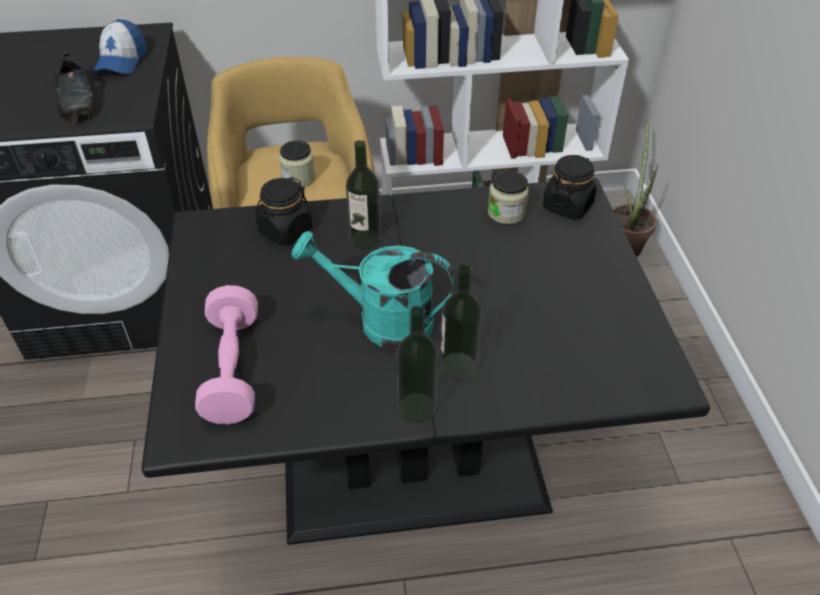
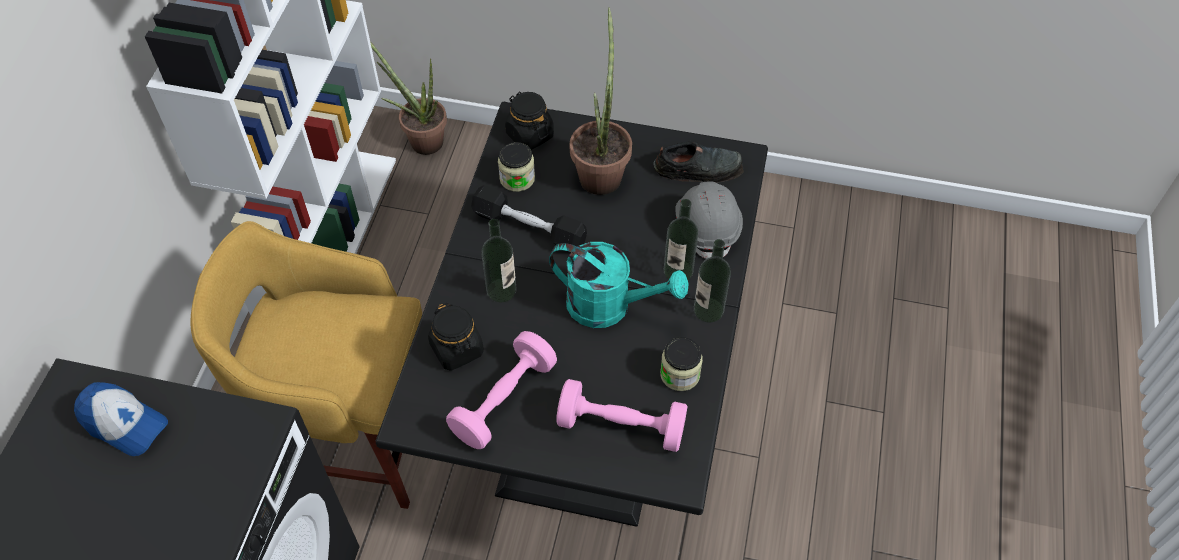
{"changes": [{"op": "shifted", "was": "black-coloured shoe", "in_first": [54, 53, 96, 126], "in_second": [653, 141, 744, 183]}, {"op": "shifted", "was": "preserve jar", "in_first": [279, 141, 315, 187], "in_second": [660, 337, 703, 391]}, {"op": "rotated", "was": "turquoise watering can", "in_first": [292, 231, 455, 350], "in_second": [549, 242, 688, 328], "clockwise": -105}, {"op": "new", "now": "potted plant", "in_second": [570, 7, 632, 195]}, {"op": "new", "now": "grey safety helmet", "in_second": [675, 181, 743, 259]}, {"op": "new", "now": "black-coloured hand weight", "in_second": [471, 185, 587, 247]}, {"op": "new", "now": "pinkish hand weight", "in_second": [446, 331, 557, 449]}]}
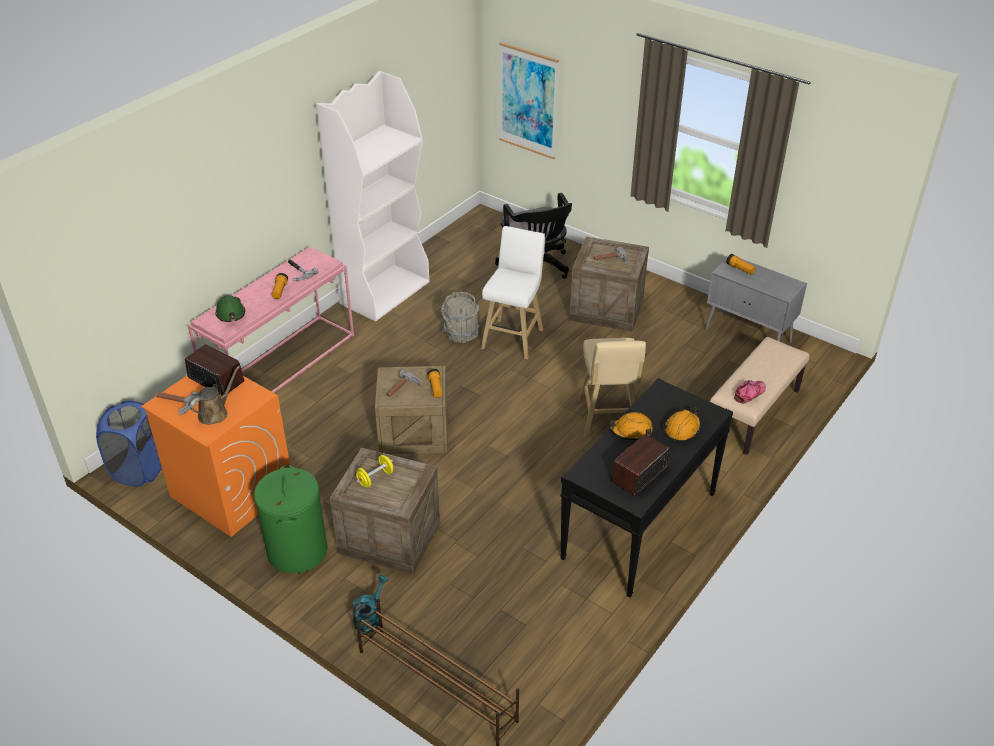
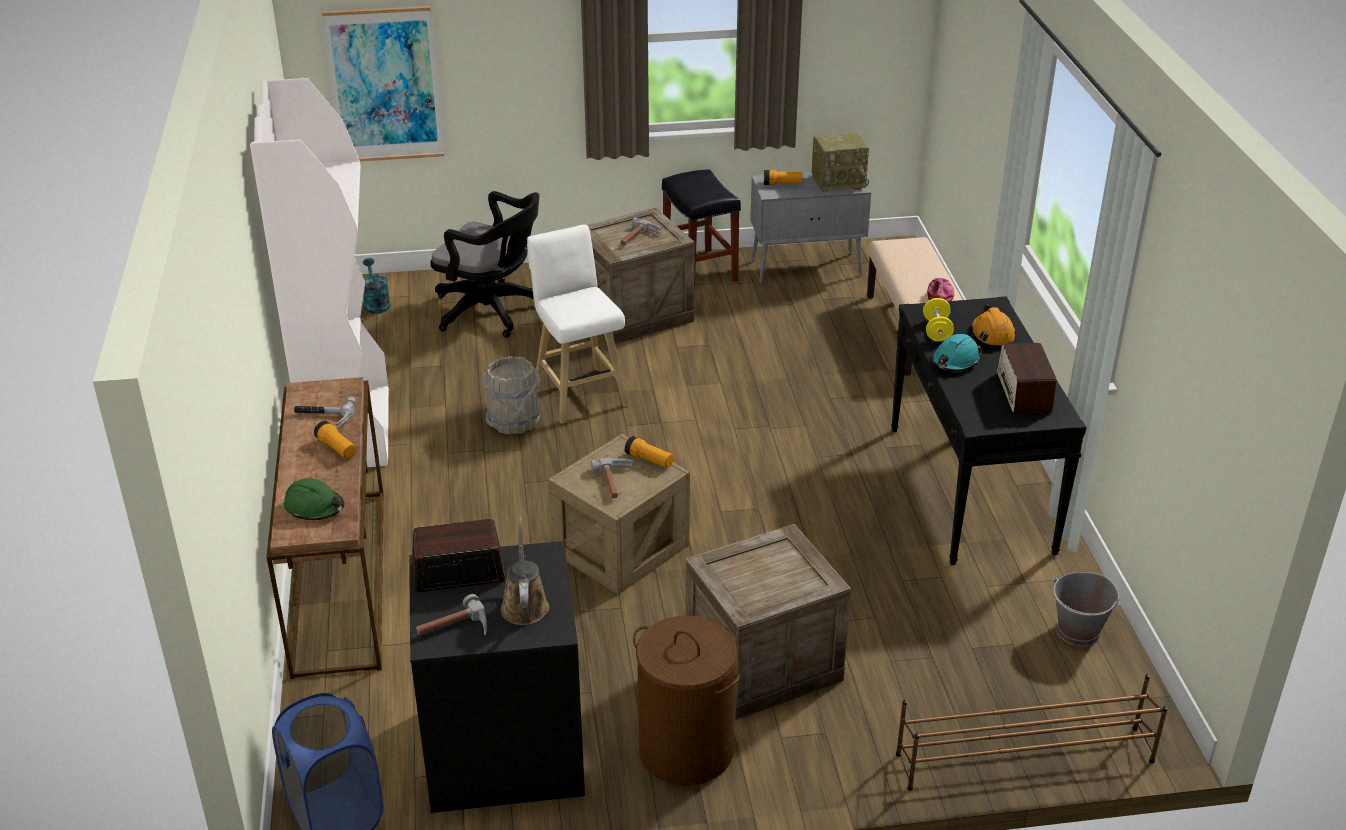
{"changes": [{"op": "repainted", "was": "pinkish hall table", "now": "brown-coloured hall table", "in_first": [188, 247, 354, 393], "in_second": [267, 377, 384, 679]}, {"op": "gone", "was": "beige stool seat", "in_first": [578, 338, 646, 437]}, {"op": "repainted", "was": "orange laundry machine", "now": "black-coloured laundry machine", "in_first": [141, 376, 291, 537], "in_second": [409, 541, 585, 813]}, {"op": "repainted", "was": "orange safety helmet", "now": "turquoise safety helmet", "in_first": [610, 412, 653, 440], "in_second": [932, 334, 982, 371]}, {"op": "shifted", "was": "yellowish hand weight", "in_first": [356, 455, 393, 488], "in_second": [923, 298, 954, 341]}, {"op": "repainted", "was": "greenish hamper", "now": "brown-coloured hamper", "in_first": [254, 465, 328, 573], "in_second": [633, 616, 740, 785]}, {"op": "shifted", "was": "turquoise watering can", "in_first": [353, 575, 388, 633], "in_second": [363, 258, 391, 314]}, {"op": "new", "now": "radio receiver", "in_second": [812, 132, 869, 192]}, {"op": "new", "now": "black-coloured stool seat", "in_second": [662, 170, 741, 290]}, {"op": "new", "now": "grey pail", "in_second": [1052, 572, 1120, 647]}]}
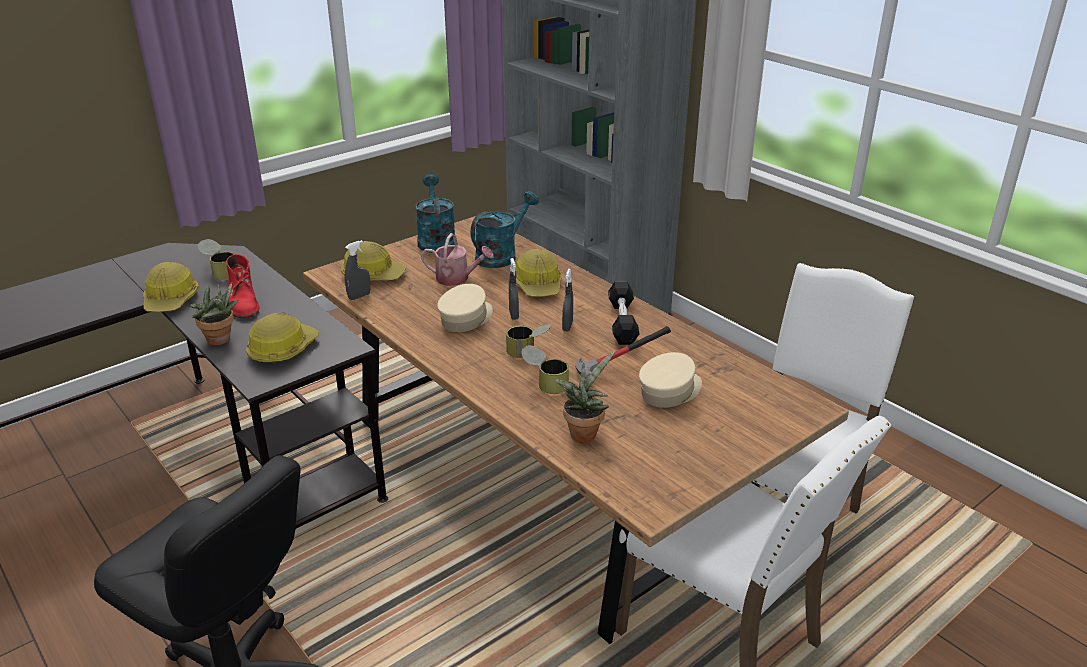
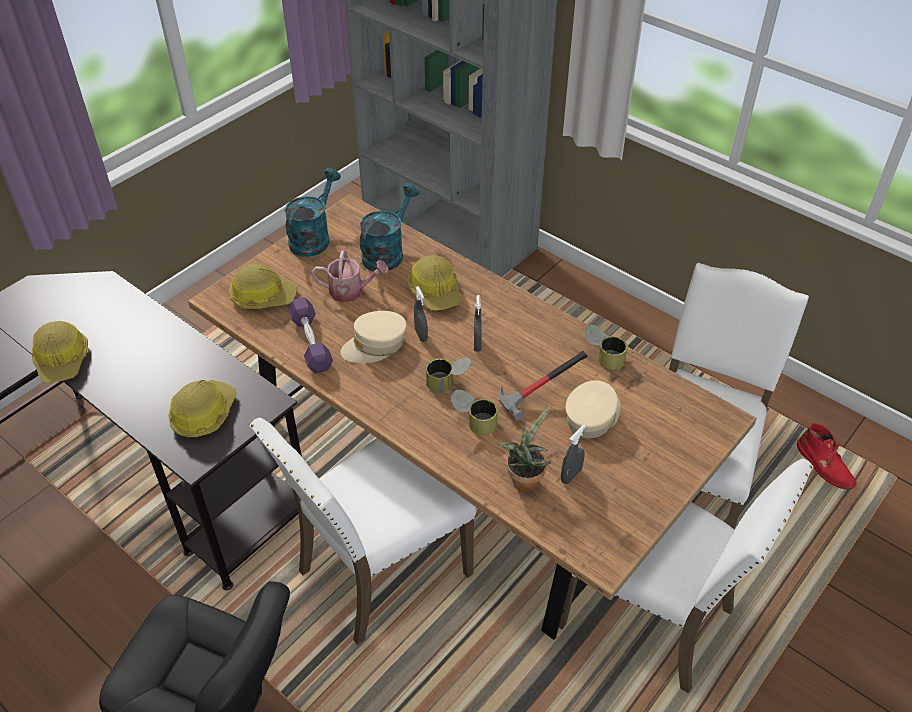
{"changes": [{"op": "rotated", "was": "turquoise watering can", "in_first": [415, 174, 455, 253], "in_second": [284, 168, 341, 257], "clockwise": 45}, {"op": "shifted", "was": "metal can", "in_first": [198, 239, 234, 280], "in_second": [584, 325, 628, 370]}, {"op": "shifted", "was": "grey sprayer", "in_first": [345, 240, 370, 300], "in_second": [561, 425, 586, 484]}, {"op": "shifted", "was": "reddish boot", "in_first": [226, 254, 259, 318], "in_second": [797, 423, 857, 489]}, {"op": "gone", "was": "black-coloured hand weight", "in_first": [608, 281, 640, 345]}, {"op": "gone", "was": "potted plant", "in_first": [190, 282, 239, 345]}, {"op": "rotated", "was": "beige cap", "in_first": [437, 284, 493, 332], "in_second": [340, 311, 407, 363], "clockwise": -135}, {"op": "new", "now": "purplish hand weight", "in_second": [288, 297, 333, 374]}, {"op": "new", "now": "whitish upright chair", "in_second": [249, 418, 477, 645]}]}
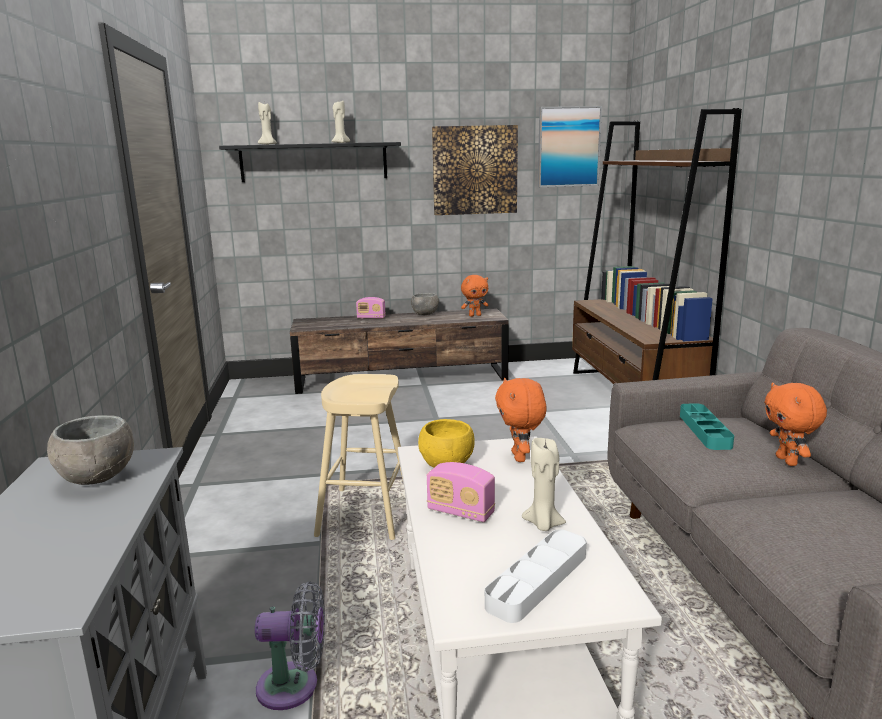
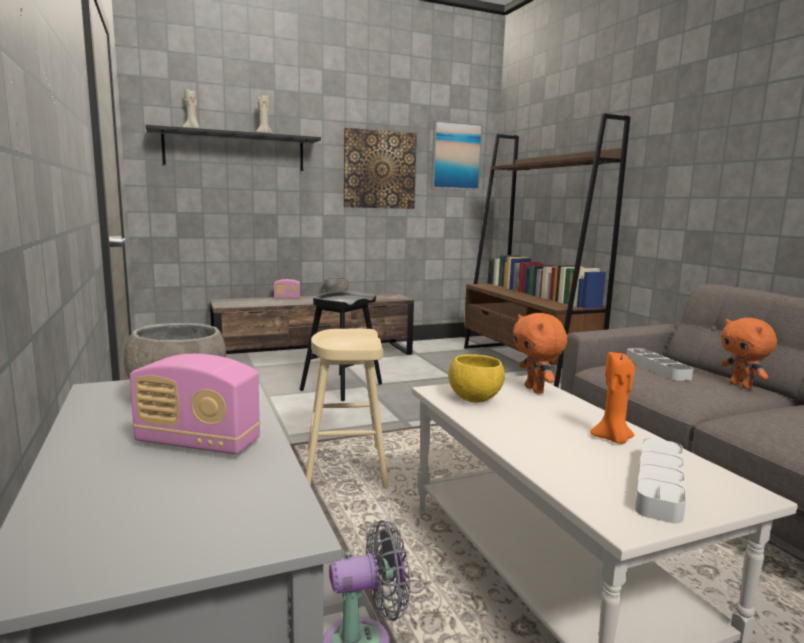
{"changes": [{"op": "gone", "was": "orange cuddly toy", "in_first": [461, 275, 489, 317]}, {"op": "repainted", "was": "turquoise serving tray", "now": "grey serving tray", "in_first": [680, 404, 734, 450], "in_second": [627, 348, 693, 381]}, {"op": "repainted", "was": "beige wax candle", "now": "orange wax candle", "in_first": [522, 438, 566, 531], "in_second": [590, 351, 635, 444]}, {"op": "shifted", "was": "radio receiver", "in_first": [427, 462, 495, 522], "in_second": [130, 354, 261, 455]}, {"op": "new", "now": "black-coloured stool seat", "in_second": [300, 291, 382, 401]}]}
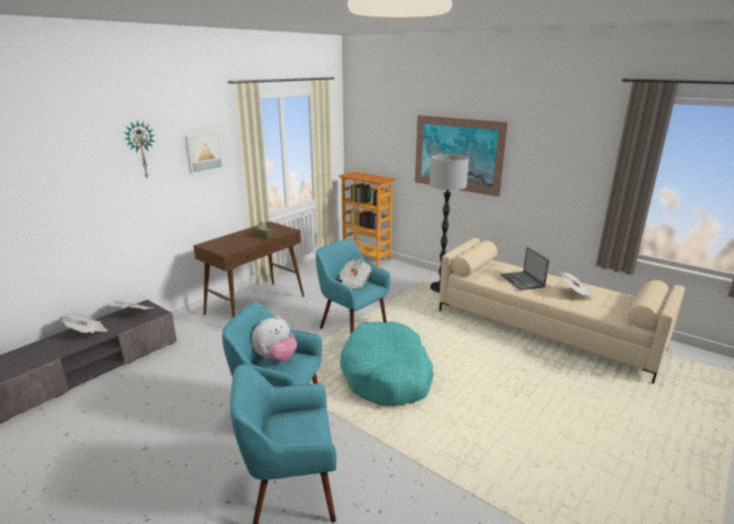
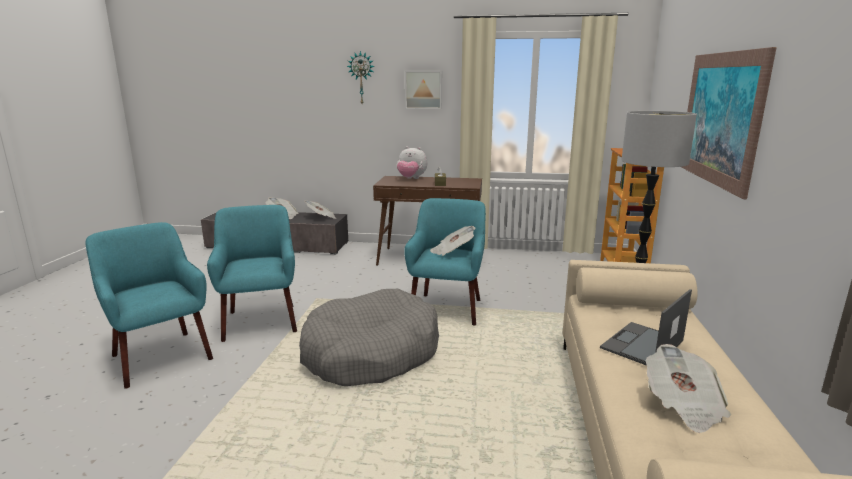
{"changes": [{"op": "shifted", "was": "cuddly toy", "in_first": [252, 315, 297, 362], "in_second": [397, 146, 427, 179]}, {"op": "repainted", "was": "turquoise dog cushion", "now": "grey dog cushion", "in_first": [340, 321, 434, 406], "in_second": [299, 289, 439, 386]}]}
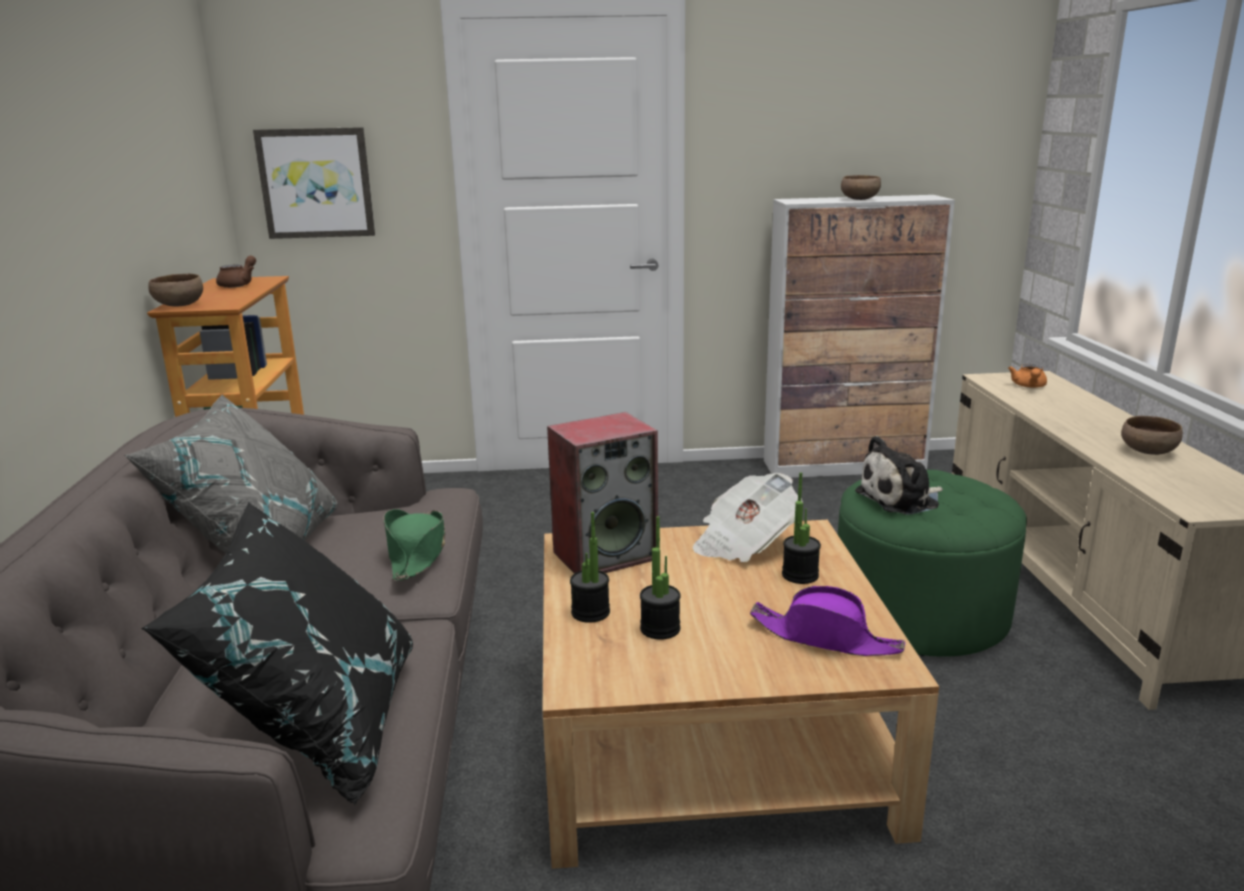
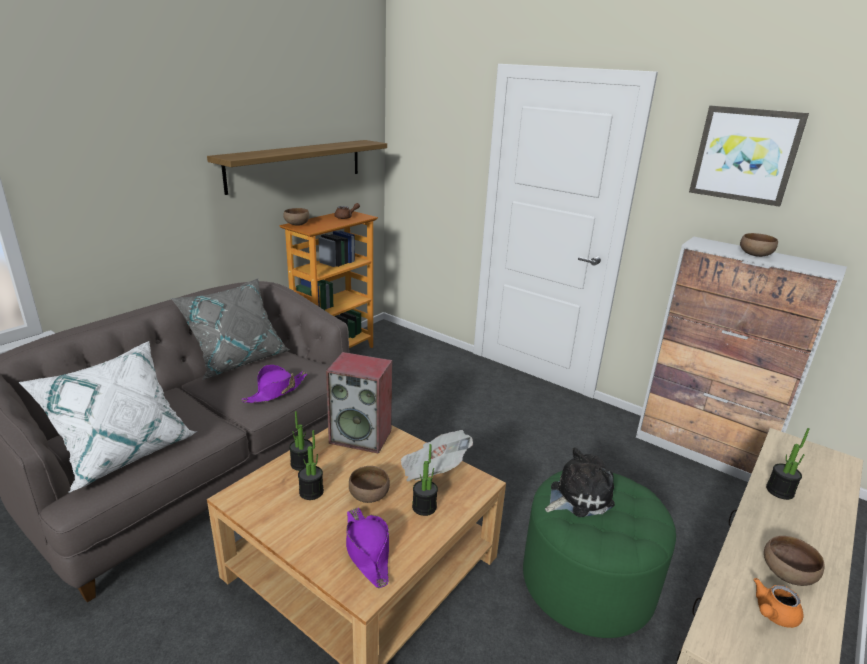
{"changes": [{"op": "shifted", "was": "wall picture", "in_first": [253, 127, 375, 239], "in_second": [689, 106, 809, 207]}, {"op": "shifted", "was": "orange pot for tea", "in_first": [1008, 364, 1047, 388], "in_second": [754, 578, 803, 628]}, {"op": "rotated", "was": "cuddly toy", "in_first": [855, 436, 943, 515], "in_second": [545, 447, 615, 517], "clockwise": 135}, {"op": "repainted", "was": "black-coloured throw pillow", "now": "whitish throw pillow", "in_first": [142, 502, 413, 805], "in_second": [19, 341, 196, 493]}, {"op": "repainted", "was": "greenish clothing hat", "now": "purplish clothing hat", "in_first": [383, 509, 445, 581], "in_second": [242, 365, 308, 403]}, {"op": "new", "now": "shelf", "in_second": [207, 140, 387, 195]}, {"op": "new", "now": "potted plant", "in_second": [766, 428, 809, 500]}, {"op": "new", "now": "brown-coloured bowl", "in_second": [349, 466, 390, 503]}]}
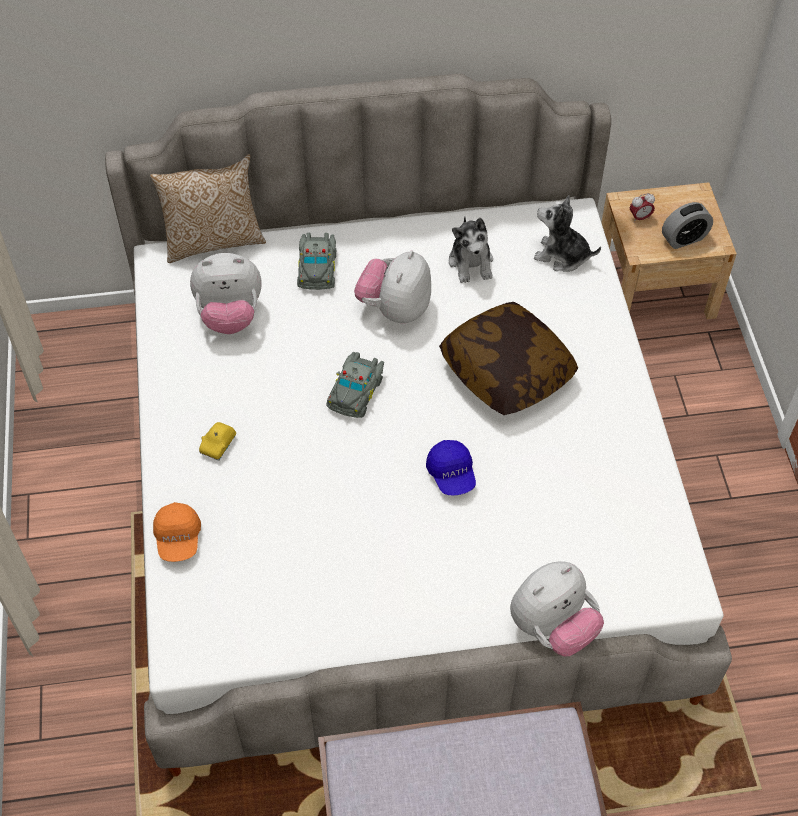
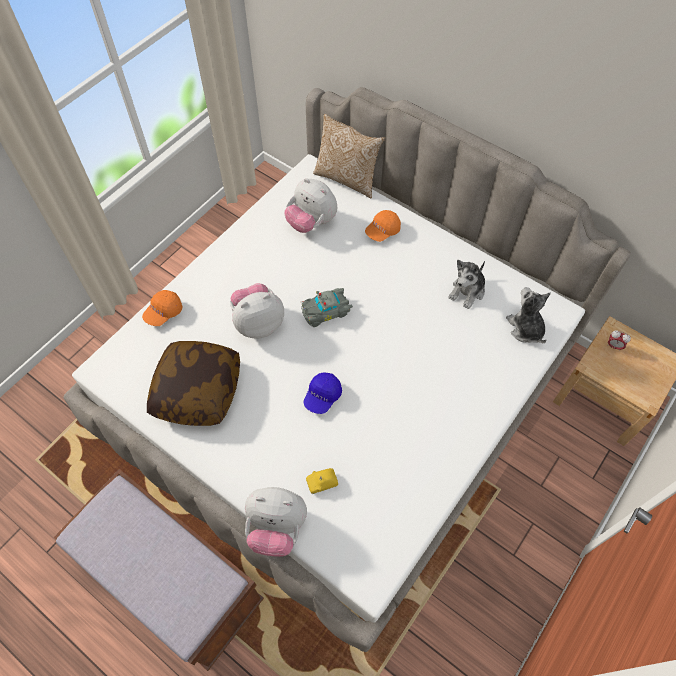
{"changes": [{"op": "gone", "was": "bedside clock", "in_first": [662, 202, 713, 249]}, {"op": "swapped", "was": "grey miniature car", "now": "orange cap", "in_first": [297, 233, 336, 290], "in_second": [365, 210, 401, 242]}, {"op": "shifted", "was": "cuddly toy", "in_first": [354, 251, 431, 323], "in_second": [230, 283, 284, 338]}, {"op": "shifted", "was": "throw pillow", "in_first": [439, 302, 578, 415], "in_second": [147, 341, 240, 426]}, {"op": "shifted", "was": "yellowish miniature car", "in_first": [199, 422, 236, 461], "in_second": [306, 468, 338, 494]}]}
